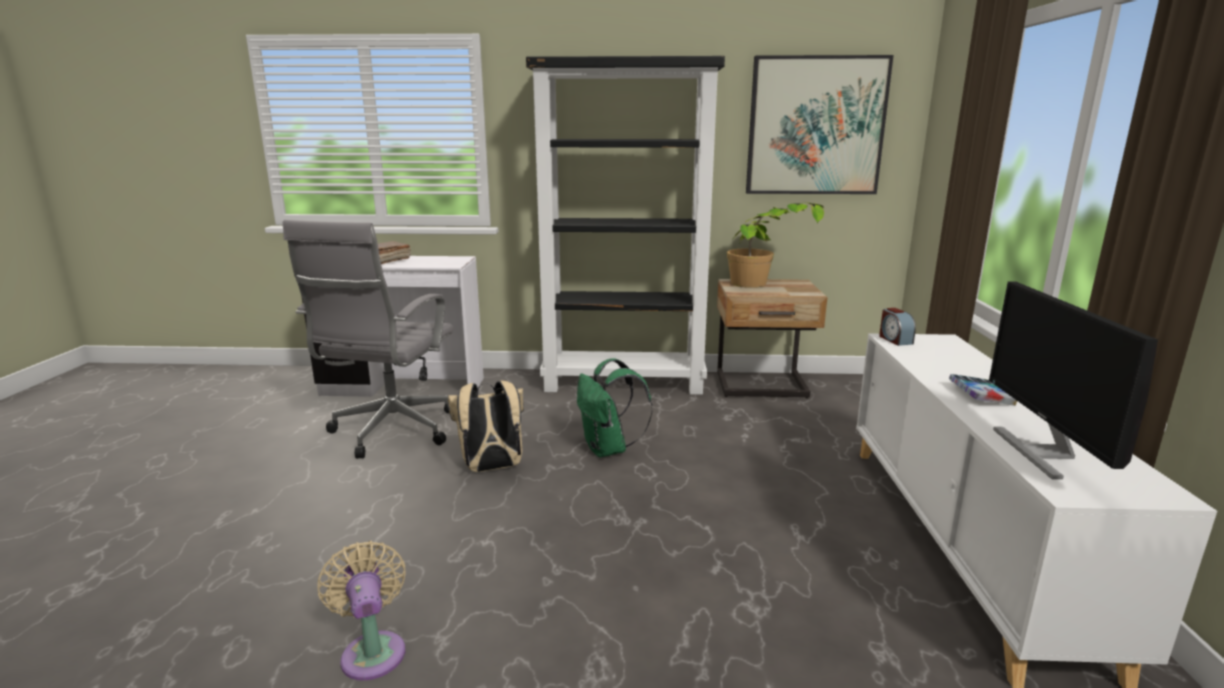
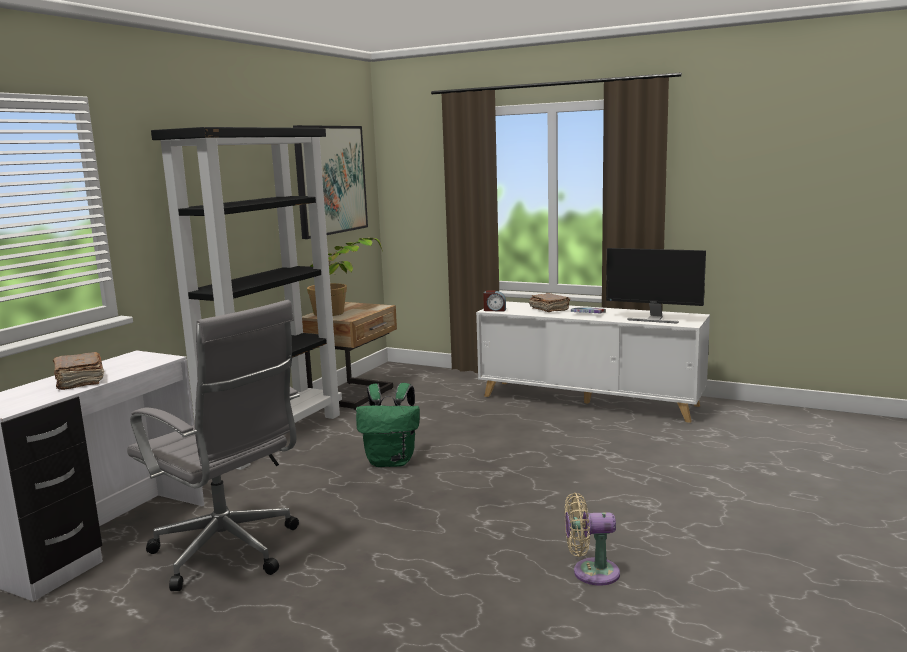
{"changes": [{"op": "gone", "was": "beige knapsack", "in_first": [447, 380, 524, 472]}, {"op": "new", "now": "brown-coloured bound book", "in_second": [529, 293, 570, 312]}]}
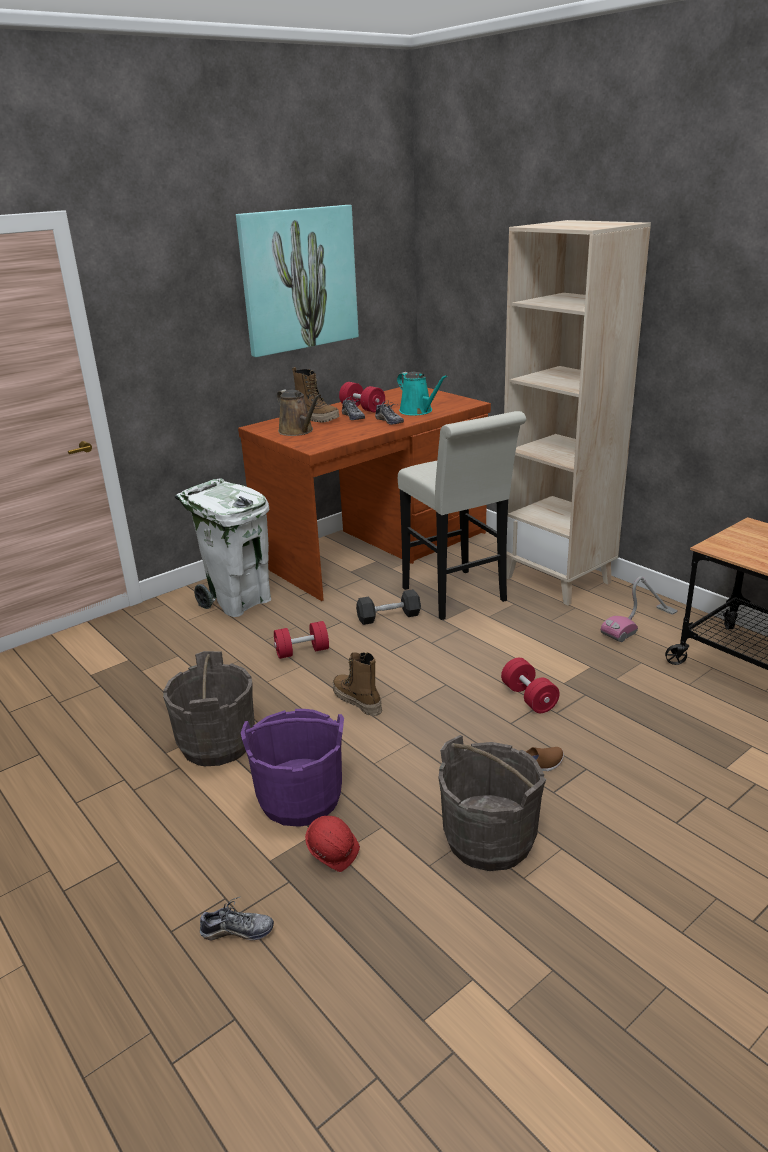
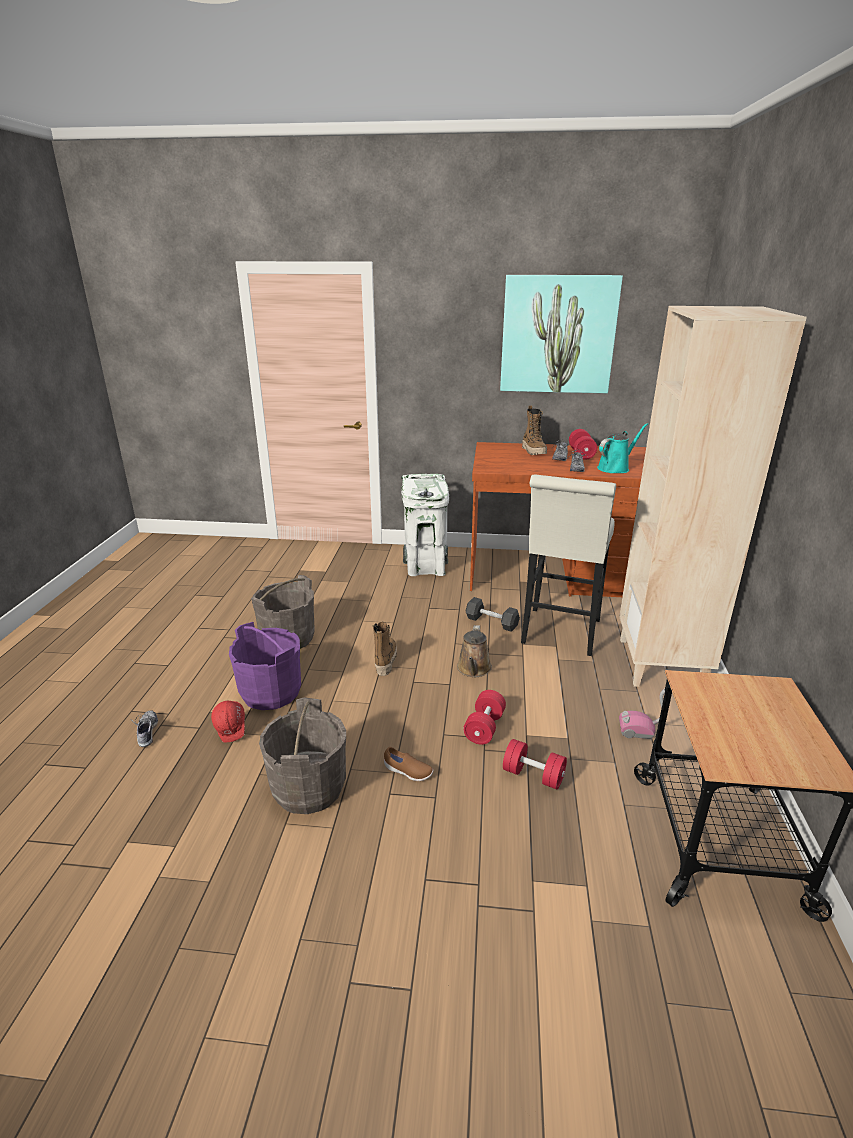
{"changes": [{"op": "rotated", "was": "turquoise watering can", "in_first": [397, 372, 447, 415], "in_second": [597, 423, 648, 473], "clockwise": -135}, {"op": "shifted", "was": "brown-coloured watering can", "in_first": [277, 390, 321, 436], "in_second": [457, 625, 492, 677]}, {"op": "shifted", "was": "reddish hand weight", "in_first": [274, 621, 329, 659], "in_second": [503, 739, 567, 790]}, {"op": "rotated", "was": "shoe", "in_first": [199, 897, 274, 940], "in_second": [131, 710, 159, 747], "clockwise": -150}]}
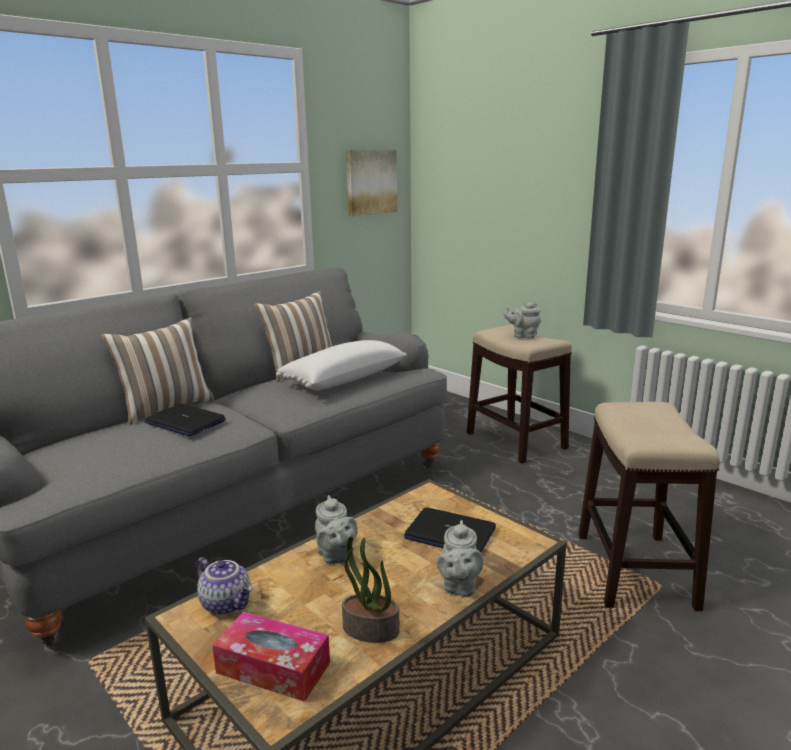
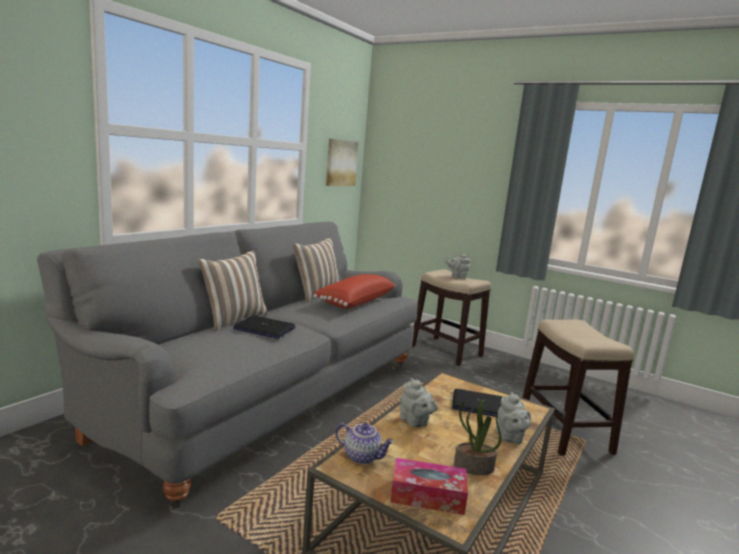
{"changes": [{"op": "repainted", "was": "whitish throw pillow", "now": "reddish throw pillow", "in_first": [276, 340, 407, 391], "in_second": [313, 274, 395, 309]}]}
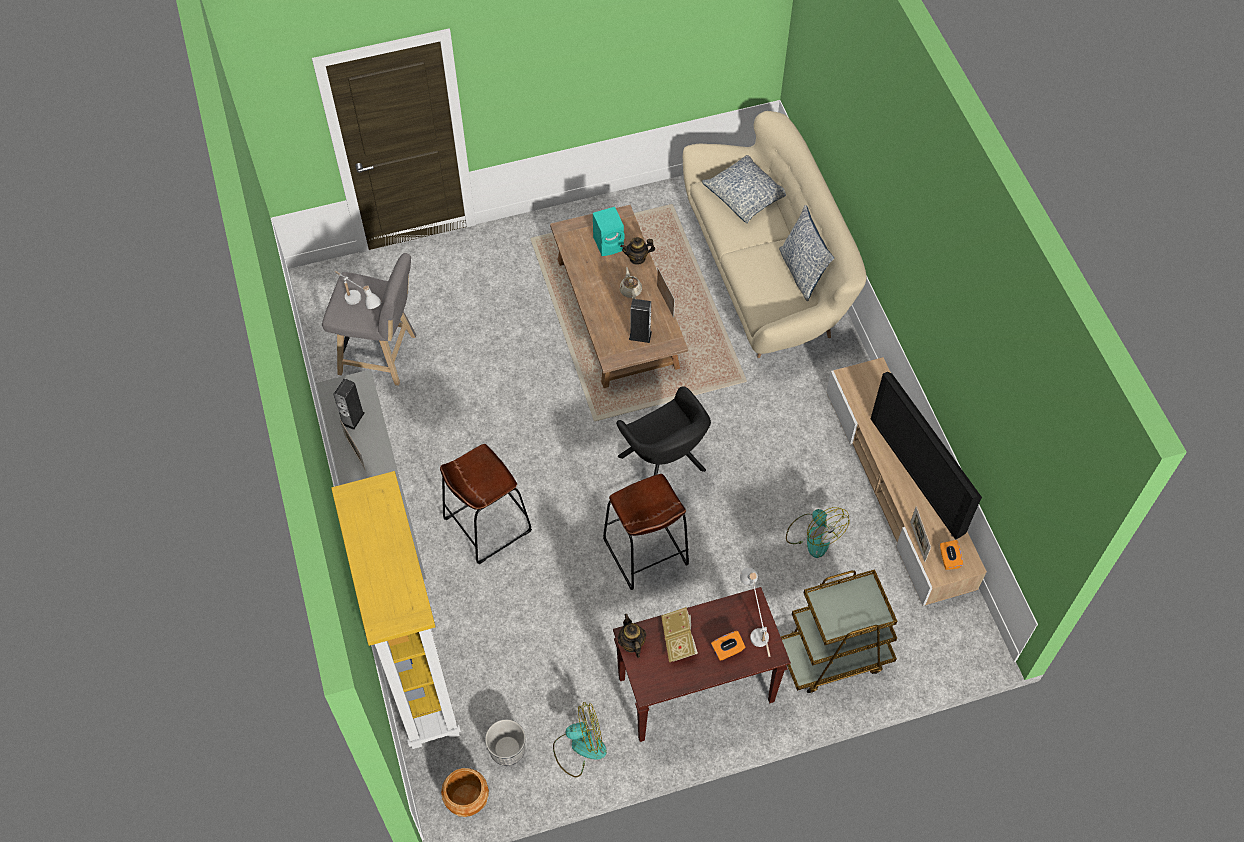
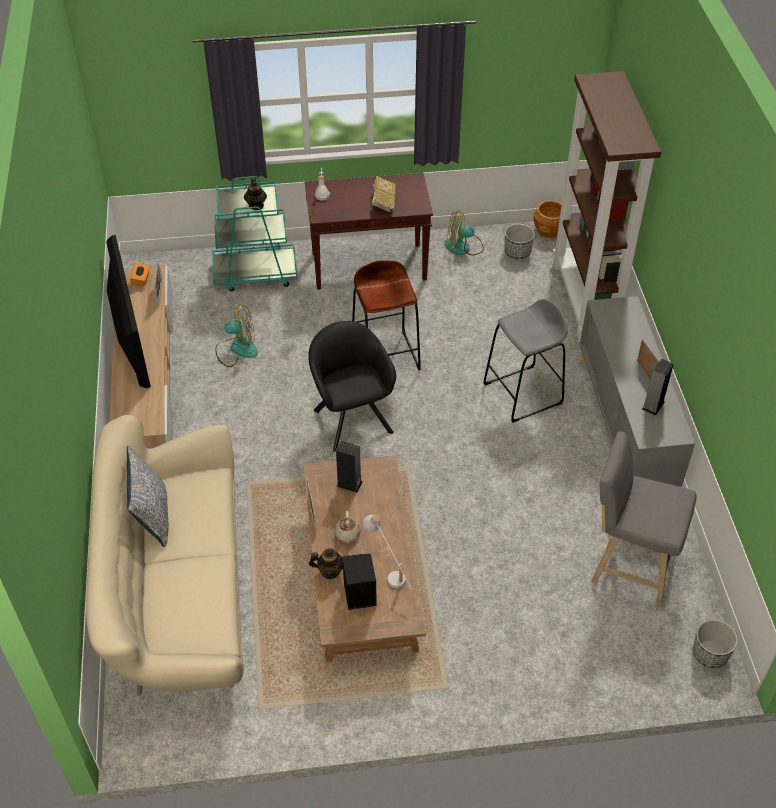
{"changes": [{"op": "gone", "was": "throw pillow", "in_first": [702, 155, 786, 223]}, {"op": "repainted", "was": "turquoise loudspeaker", "now": "black-coloured loudspeaker", "in_first": [593, 207, 625, 256], "in_second": [343, 554, 377, 610]}, {"op": "shifted", "was": "whitish lamp for a table", "in_first": [334, 271, 381, 309], "in_second": [363, 515, 413, 591]}, {"op": "repainted", "was": "brown-coloured stool seat", "now": "grey stool seat", "in_first": [440, 444, 532, 564], "in_second": [483, 299, 568, 423]}, {"op": "repainted", "was": "yellowish bookshelf", "now": "brown-coloured bookshelf", "in_first": [331, 471, 461, 749], "in_second": [552, 71, 662, 342]}, {"op": "rotated", "was": "electric fan", "in_first": [786, 507, 849, 558], "in_second": [215, 305, 258, 367], "clockwise": 105}, {"op": "repainted", "was": "brown-coloured cart", "now": "turquoise cart", "in_first": [781, 569, 898, 693], "in_second": [212, 176, 297, 291]}, {"op": "shifted", "was": "pot for tea", "in_first": [618, 614, 646, 658], "in_second": [244, 178, 267, 210]}, {"op": "gone", "was": "orange tissue box", "in_first": [711, 631, 745, 661]}, {"op": "new", "now": "flower pot", "in_second": [693, 619, 738, 668]}]}
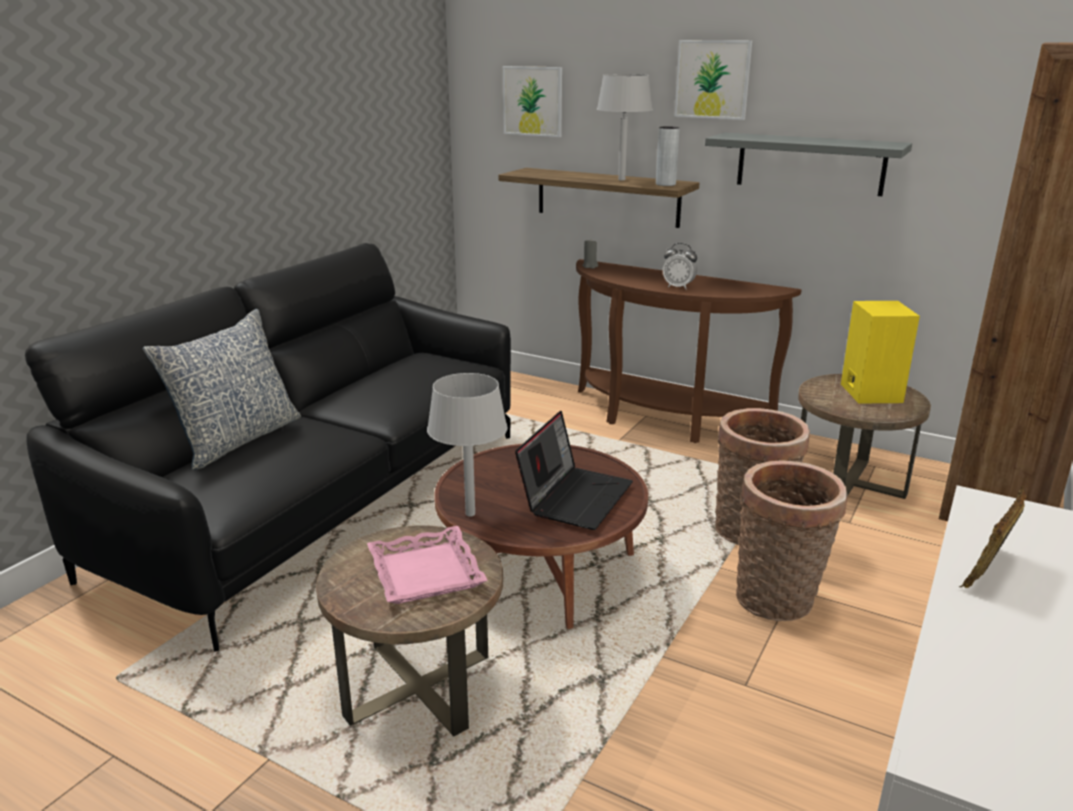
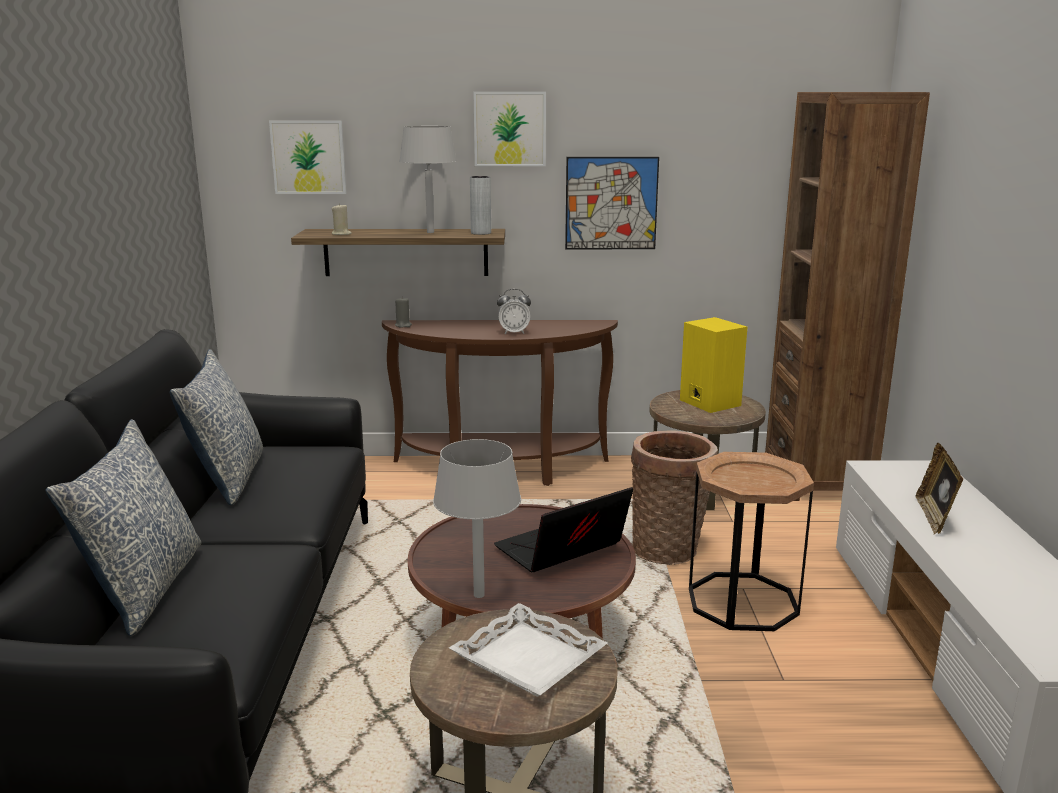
{"changes": [{"op": "swapped", "was": "grey shelf", "now": "wall picture", "in_first": [705, 133, 912, 196], "in_second": [565, 157, 659, 249]}, {"op": "rotated", "was": "portable computer", "in_first": [515, 411, 633, 530], "in_second": [494, 487, 633, 573], "clockwise": -120}, {"op": "swapped", "was": "storage basket", "now": "brown-coloured side table", "in_first": [736, 460, 848, 621], "in_second": [689, 452, 814, 631]}, {"op": "repainted", "was": "pinkish serving tray", "now": "whitish serving tray", "in_first": [367, 526, 488, 604], "in_second": [449, 603, 607, 697]}, {"op": "new", "now": "beige wax candle", "in_second": [332, 203, 352, 235]}, {"op": "new", "now": "throw pillow", "in_second": [170, 349, 263, 505]}]}
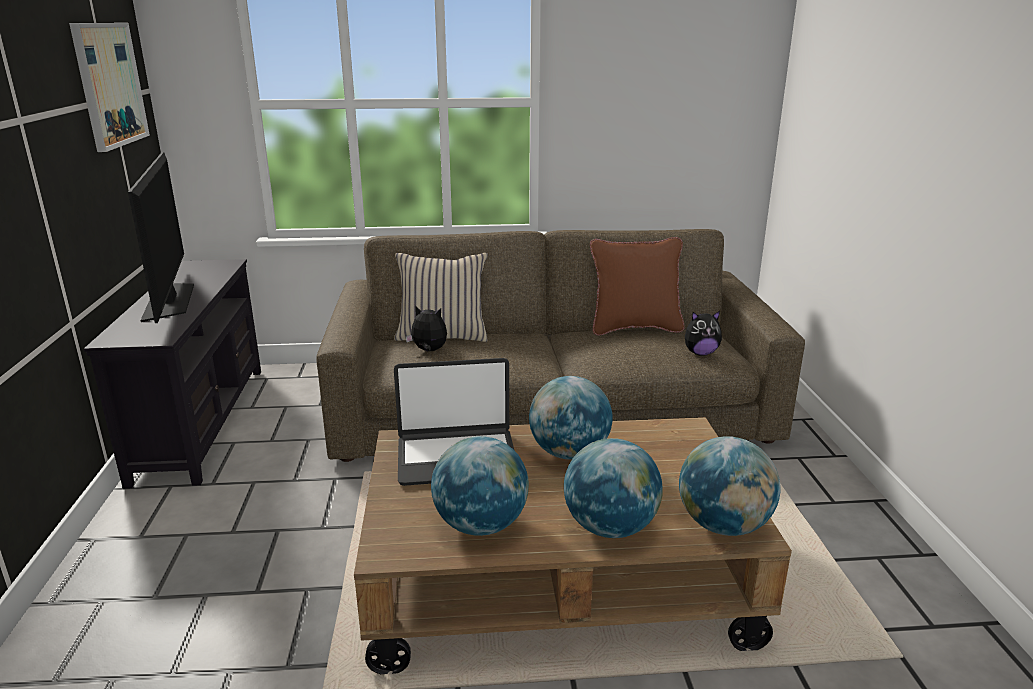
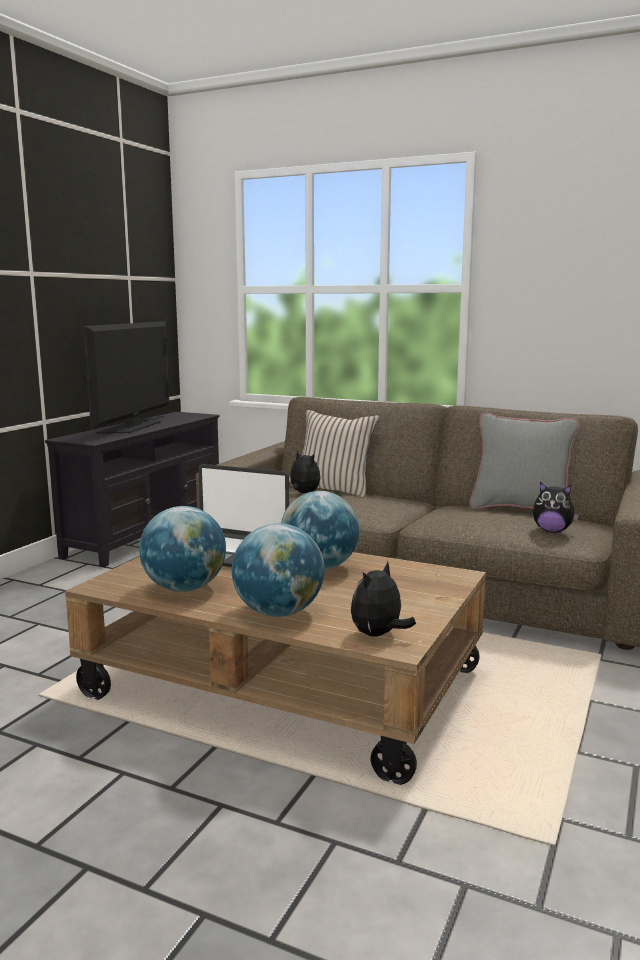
{"changes": [{"op": "gone", "was": "wall picture", "in_first": [69, 23, 150, 152]}, {"op": "repainted", "was": "brown-coloured throw pillow", "now": "grey throw pillow", "in_first": [590, 237, 685, 336], "in_second": [469, 412, 579, 509]}, {"op": "swapped", "was": "world globe", "now": "cuddly toy", "in_first": [679, 437, 781, 536], "in_second": [351, 561, 416, 637]}]}
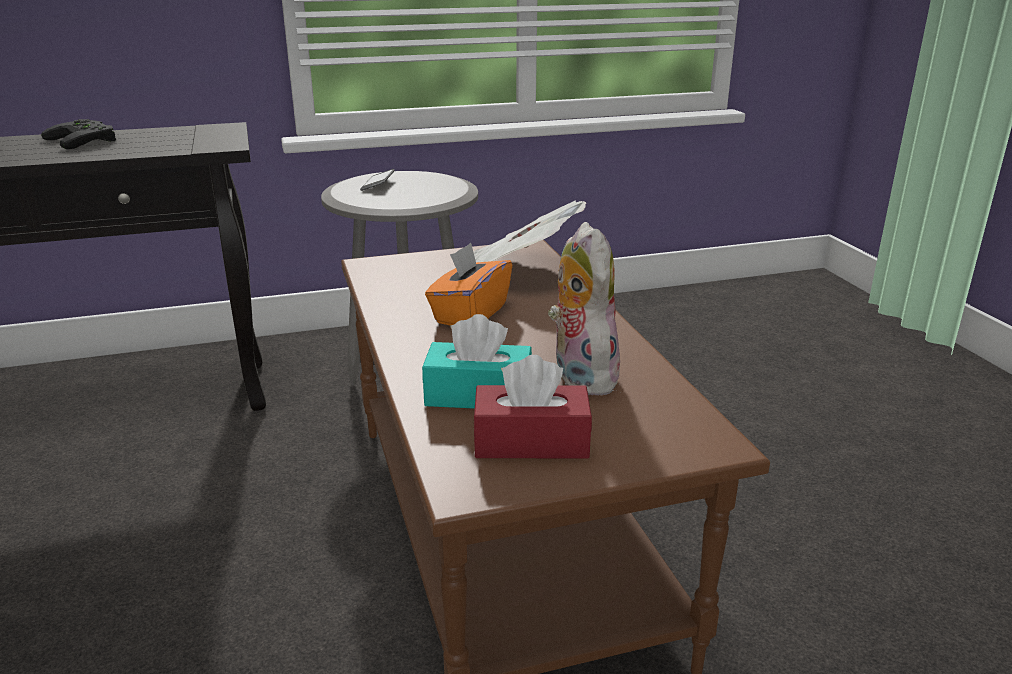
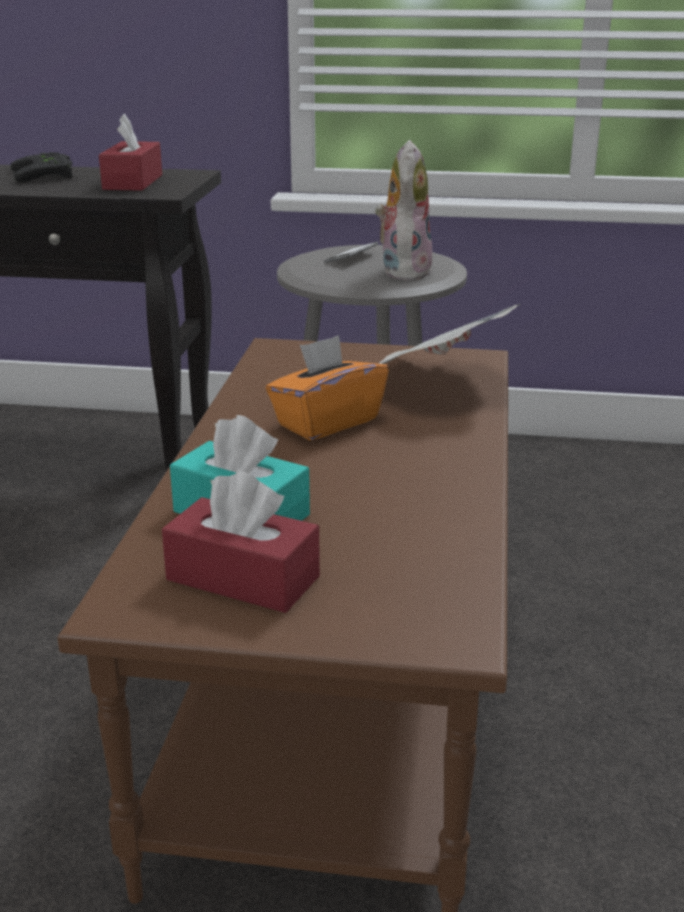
{"changes": [{"op": "shifted", "was": "cuddly toy", "in_first": [548, 222, 620, 396], "in_second": [375, 140, 432, 280]}, {"op": "new", "now": "reddish tissue box", "in_second": [99, 114, 162, 191]}]}
